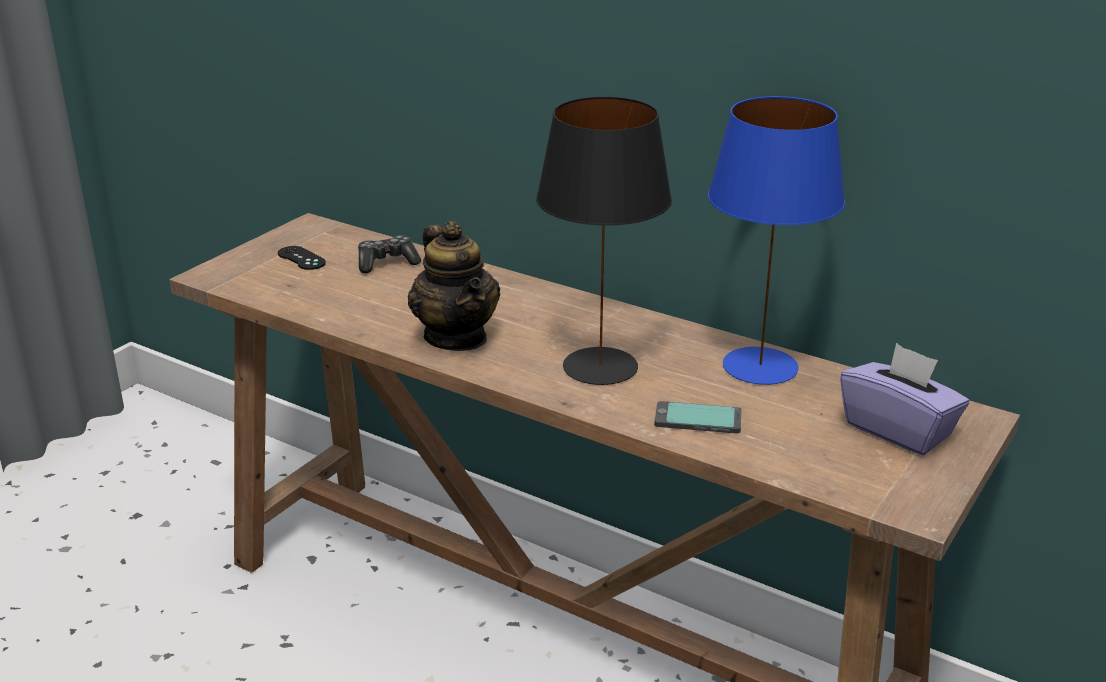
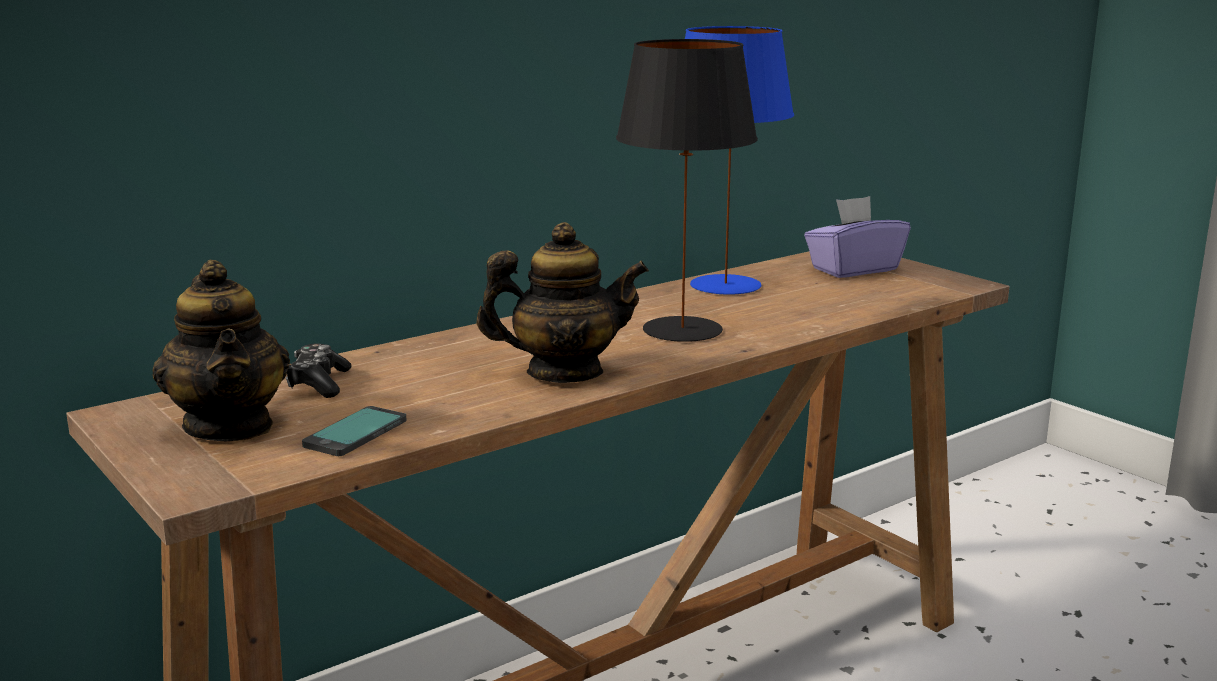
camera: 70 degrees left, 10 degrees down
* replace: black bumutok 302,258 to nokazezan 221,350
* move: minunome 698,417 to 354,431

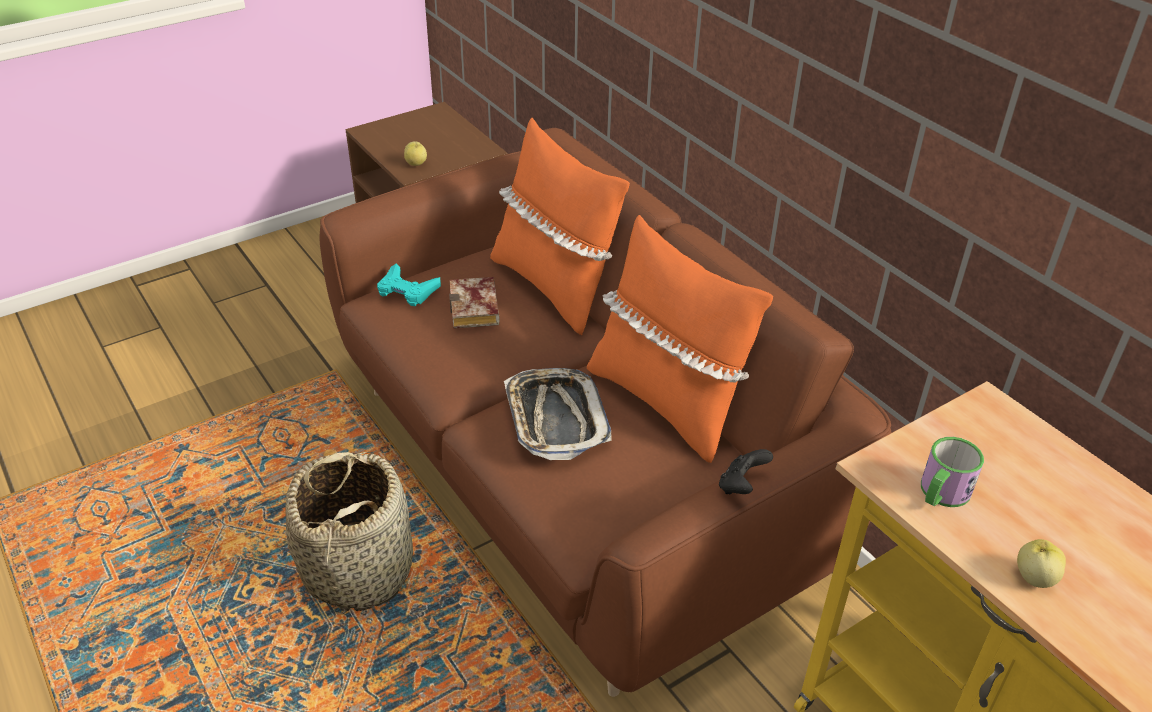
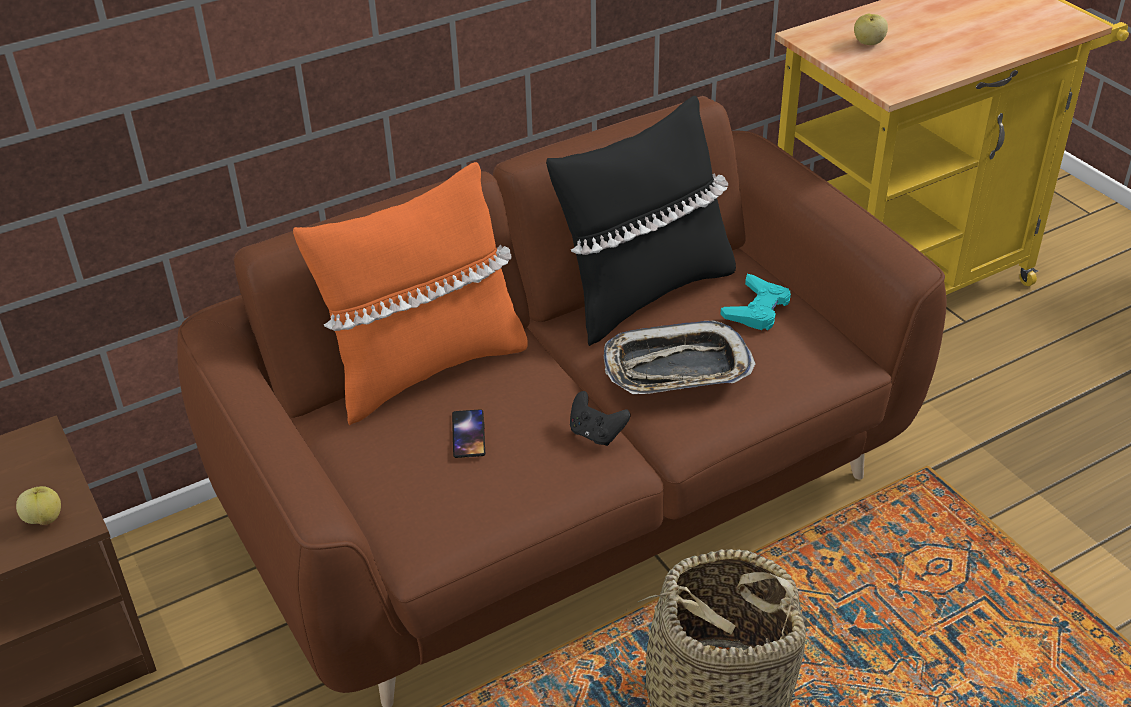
camera: 85 degrees left, 0 degrees up
* recolor: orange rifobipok 680,339 to black rifobipok 641,221
* move: turquoise bumutok 409,285 to 756,302
* replace: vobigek 474,303 to minunome 468,433
* delete: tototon 952,472
* move: black bumutok 746,471 to 600,418
* move: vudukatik 1041,563 to 871,29

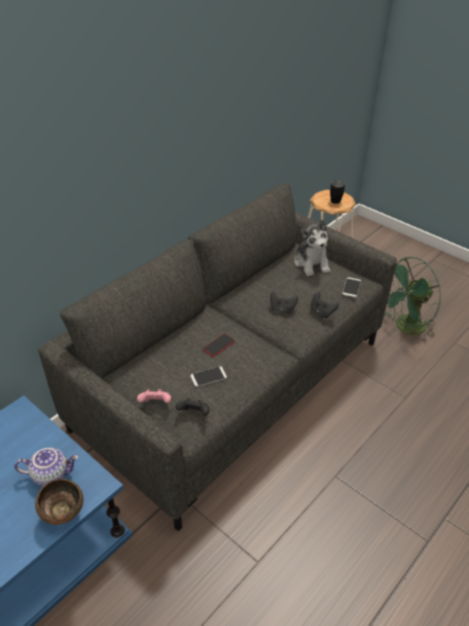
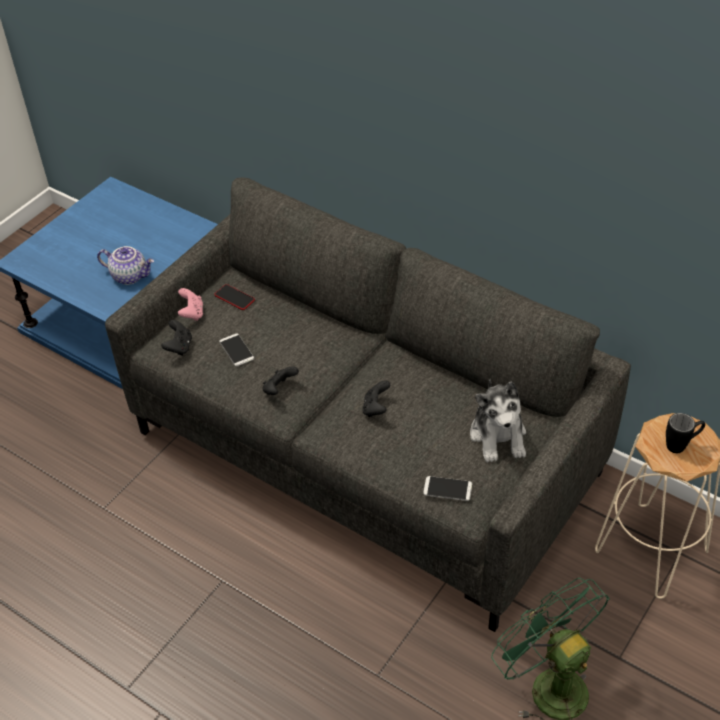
camera: 85 degrees right, 5 degrees up
* rotate: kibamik 312,247 = 498,420 75 degrees counterclockwise
* move: black bumutok 324,305 to 280,380
* move: minunome 219,345 to 234,297
* rotate: nokazezan 47,467 = 125,265 60 degrees counterclockwise
* delete: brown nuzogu 59,502

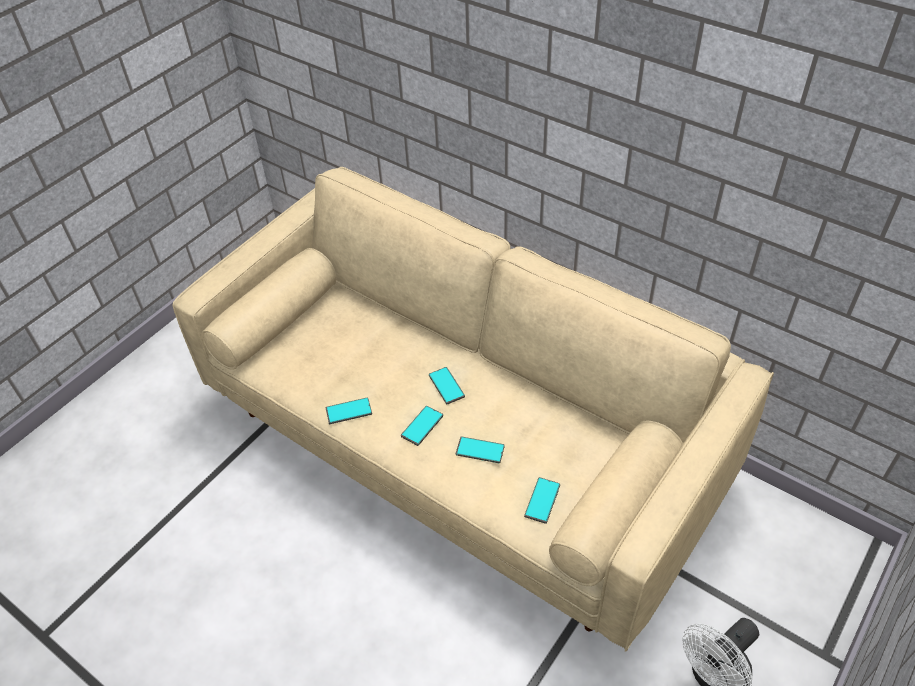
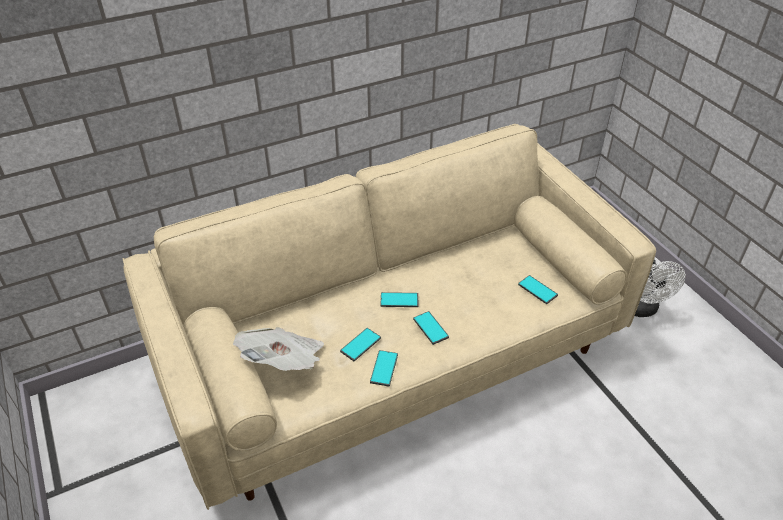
camera: 65 degrees left, 5 degrees down
* move: minunome 480,449 to 360,344
* insert: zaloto 278,349

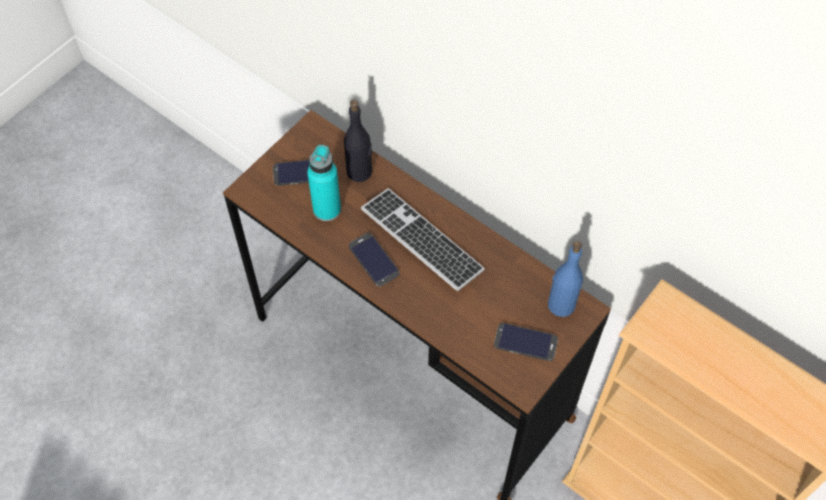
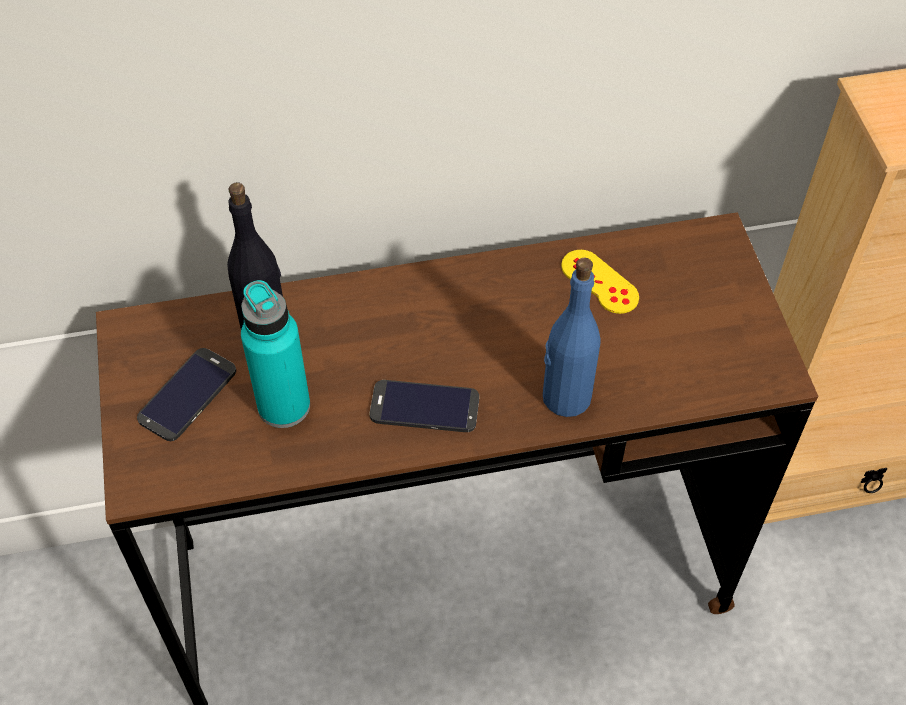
camera: 50 degrees left, 5 degrees down
* delete: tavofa 423,239
* move: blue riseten 565,279 to 572,337
* delete: minunome 526,342
* insert: yellow bumutok 600,282

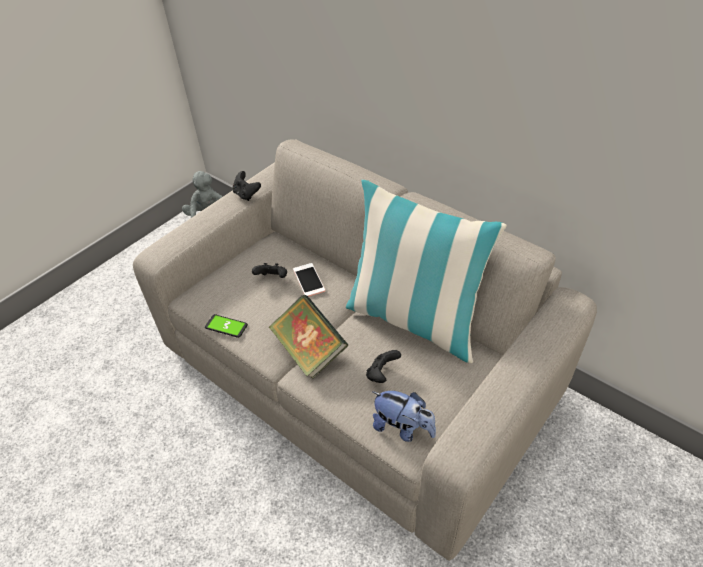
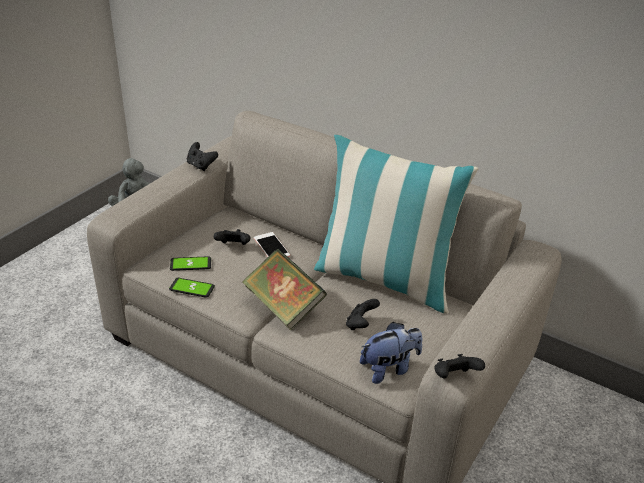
camera: 10 degrees left, 10 degrees down
* rotate: kibamik 404,416 = 391,353 45 degrees counterclockwise
* insert: minunome 190,263
* insert: black bumutok 459,366

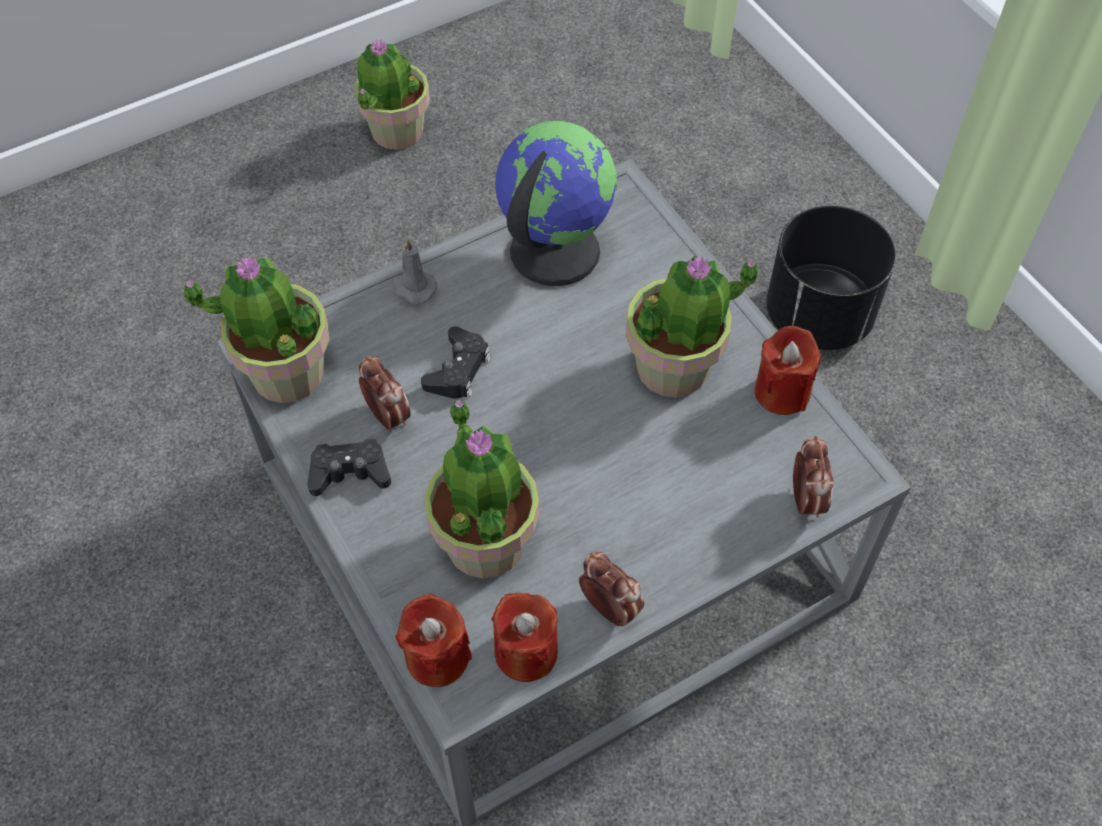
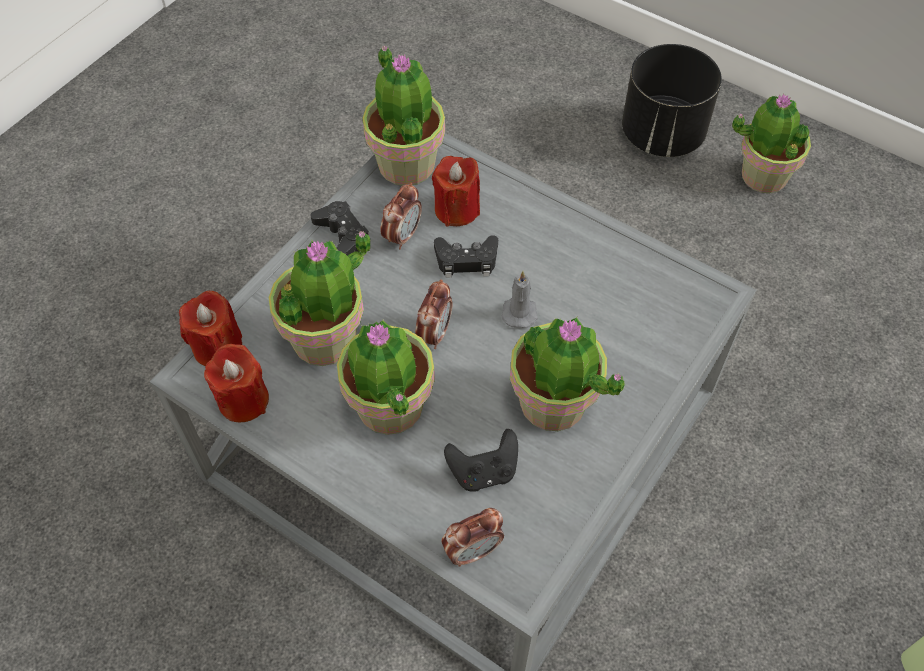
camera: 65 degrees right, 0 degrees up
* delete: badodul 556,203
* move: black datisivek 831,278 to 672,100
* move: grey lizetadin 414,270 to 520,299
* move: red lizetadin 787,370 to 456,191
* move: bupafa 611,589 to 434,314
* insert: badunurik 386,378
* insert: black bumutok 481,460

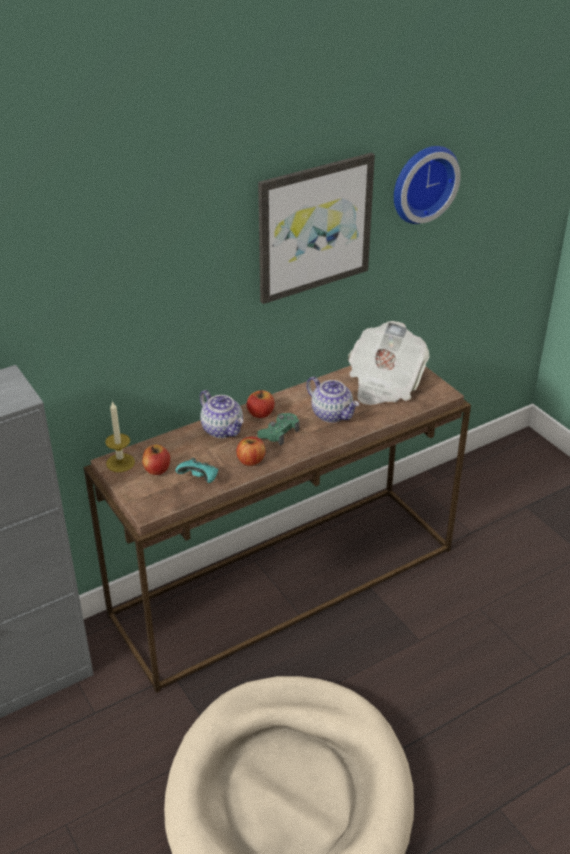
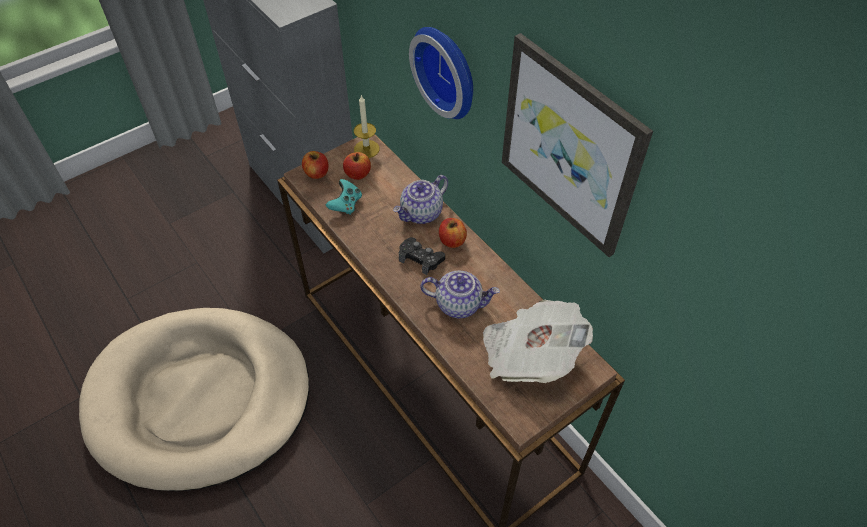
camera: 85 degrees right, 15 degrees up
* move: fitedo 427,185 to 441,73
* rotate: nokazezan 332,400 = 460,294 120 degrees counterclockwise
* recolor: green bumutok 279,429 to black bumutok 422,256
* move: vudukatik 251,451 to 315,165

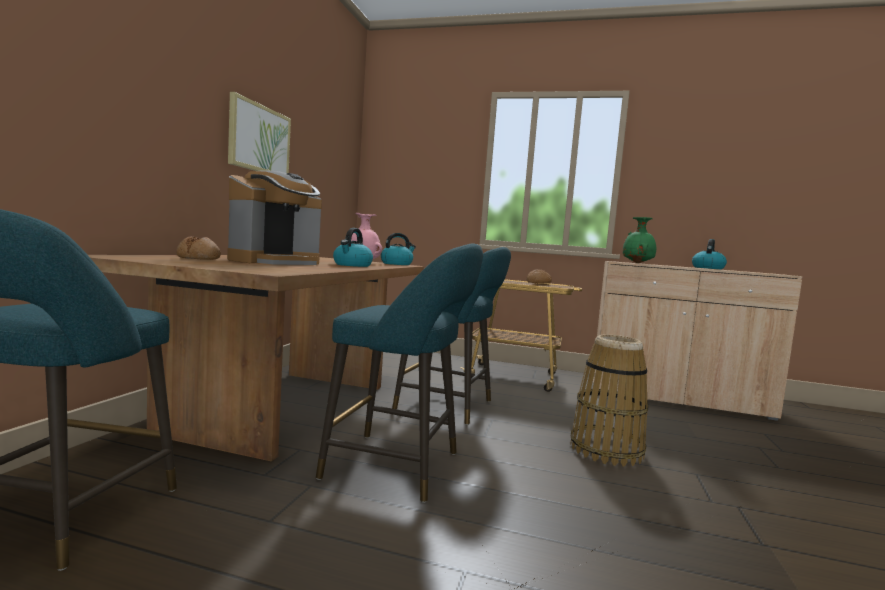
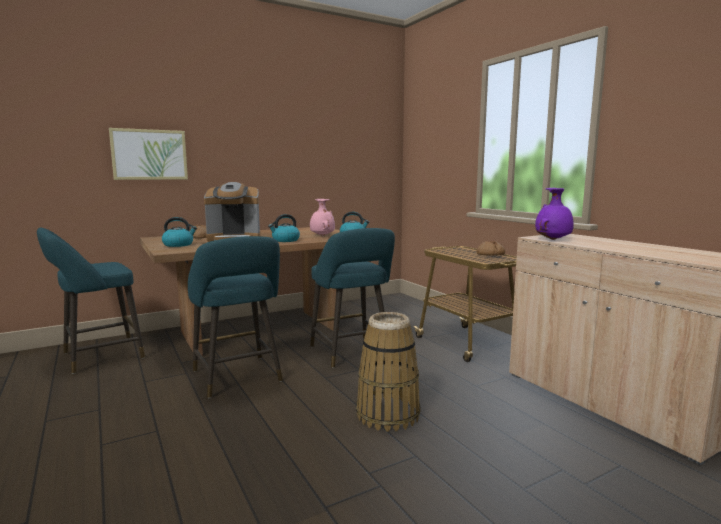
camera: 45 degrees right, 5 degrees up
* move: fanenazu 259,132 to 148,154
* recolor: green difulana 639,240 to purple difulana 554,214
* move: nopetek 709,254 to 179,232

